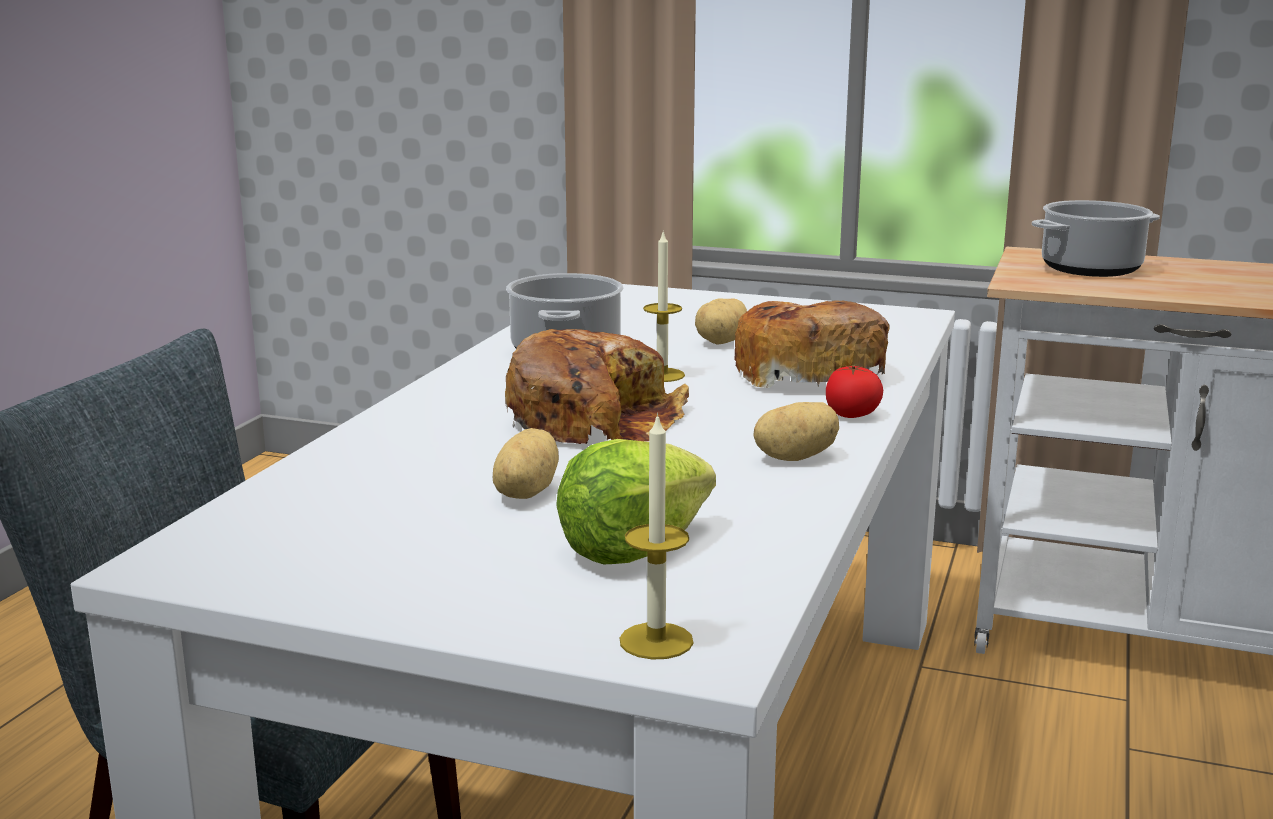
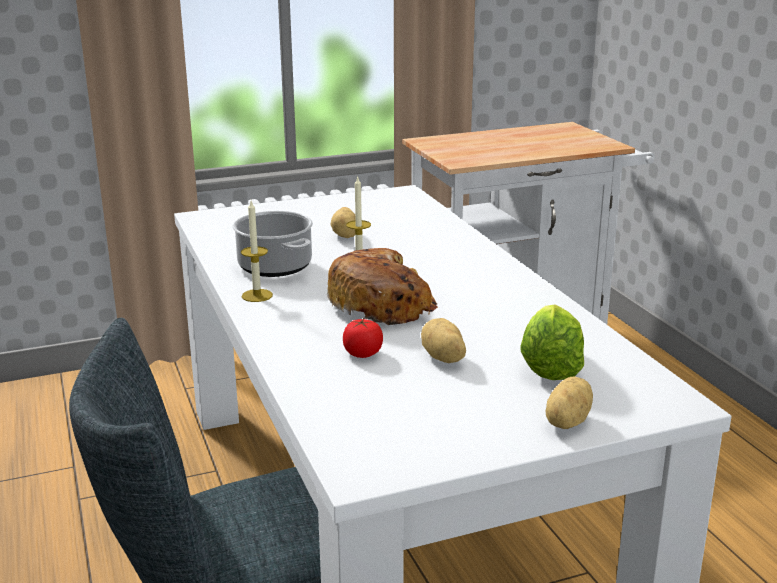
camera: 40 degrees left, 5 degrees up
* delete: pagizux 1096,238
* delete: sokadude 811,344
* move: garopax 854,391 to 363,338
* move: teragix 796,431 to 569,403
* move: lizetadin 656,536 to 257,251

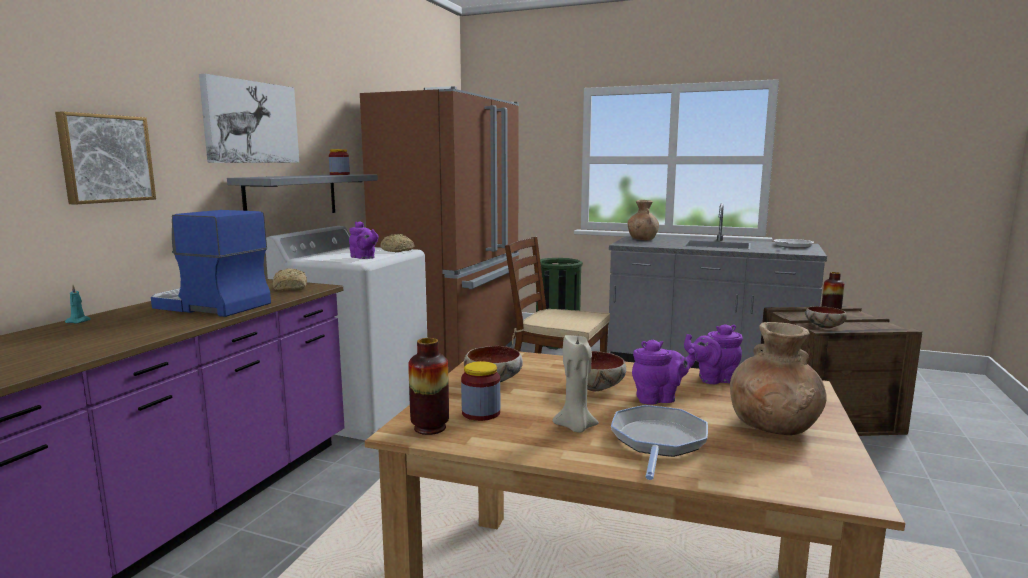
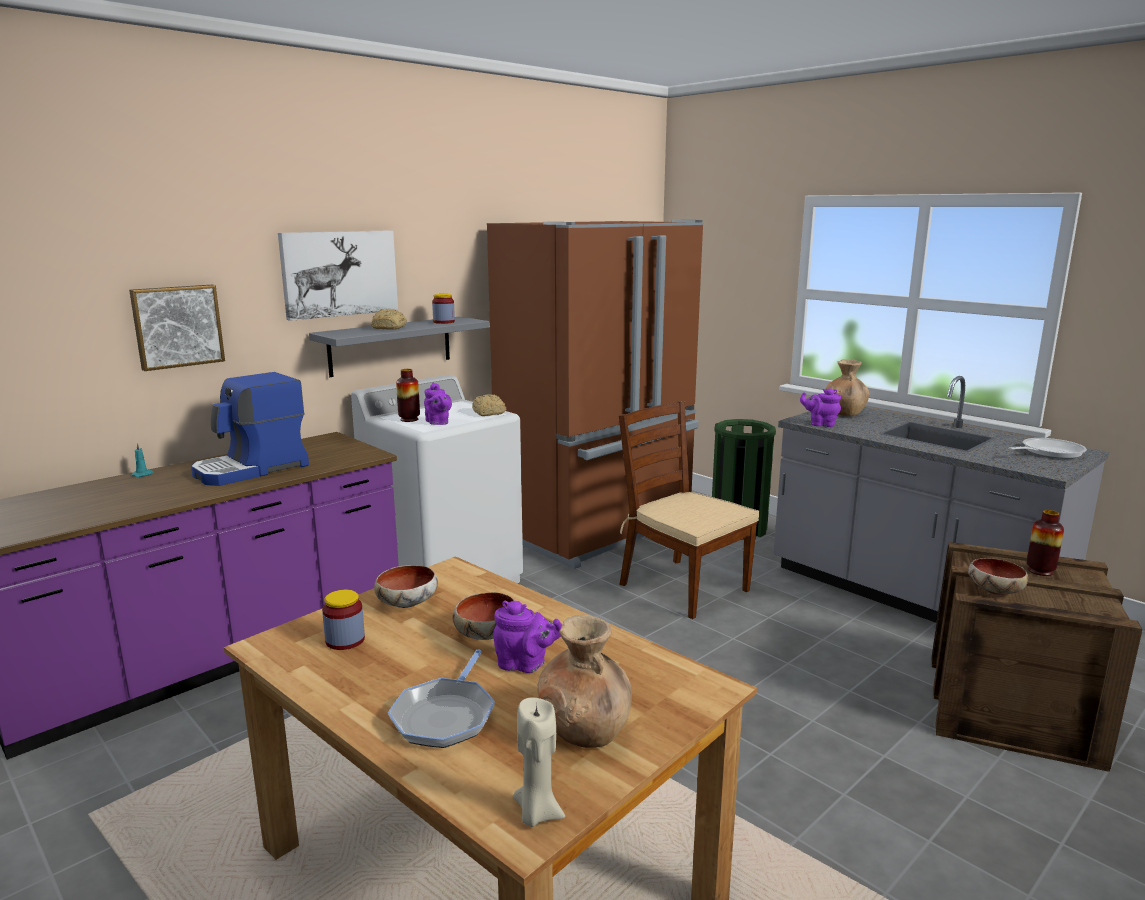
camera: 25 degrees right, 5 degrees up
* rotate: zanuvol 211,263 = 250,429 90 degrees counterclockwise
* move: sokadude 289,279 to 389,319
* move: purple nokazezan 713,354 to 820,407
* move: beige lizetadin 576,384 to 539,762
* move: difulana 428,386 to 408,395
* rotate: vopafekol 659,442 = 441,699 150 degrees clockwise

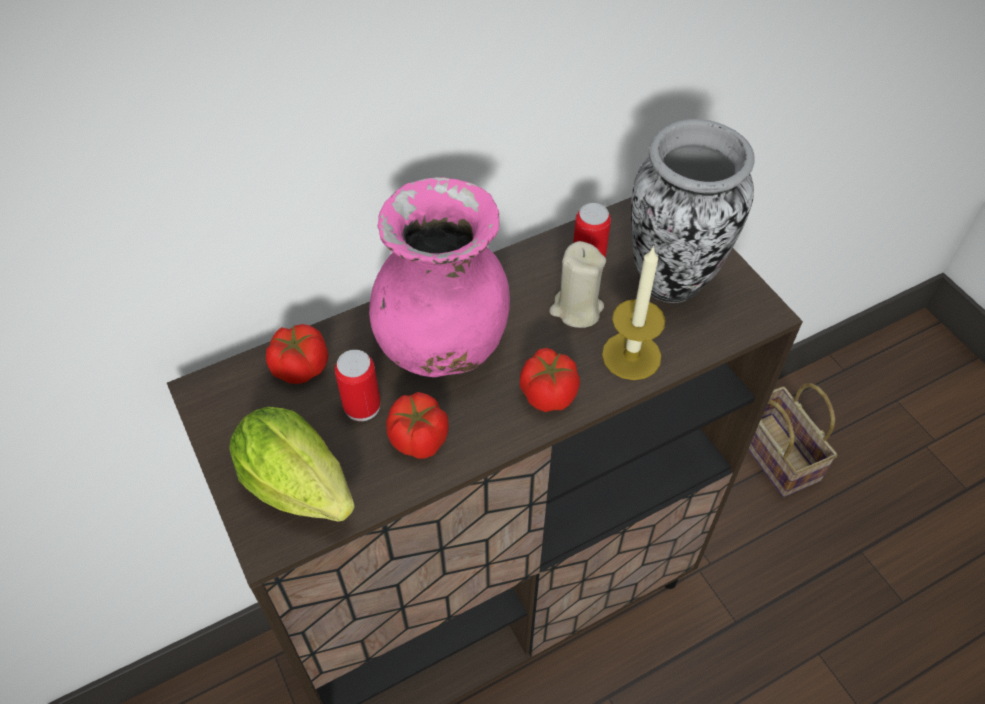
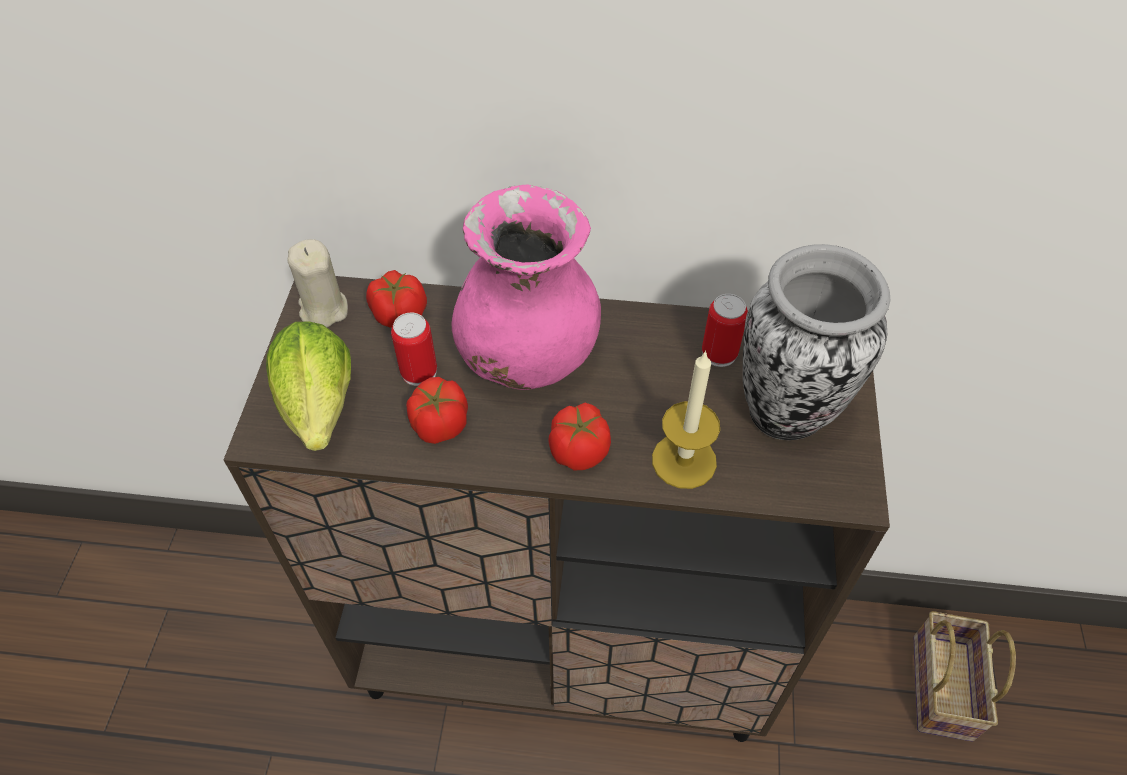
camera: 35 degrees right, 0 degrees up
* move: beige lizetadin 578,284 to 317,283

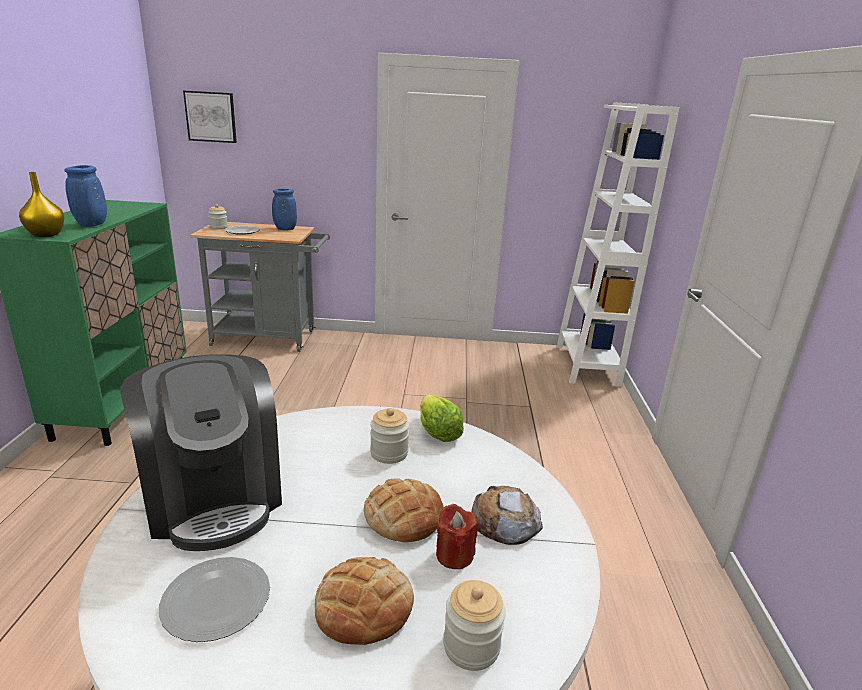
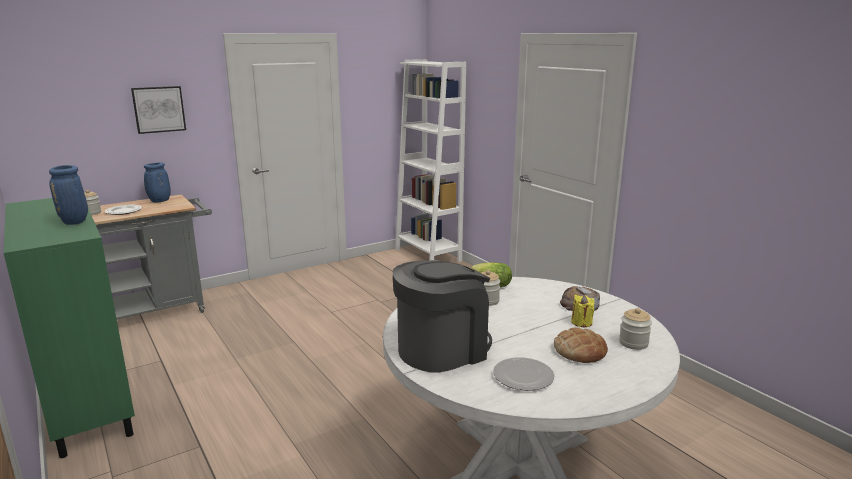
camera: 35 degrees left, 5 degrees down
* move: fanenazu 210,117 to 158,110
* delete: yellow difulana 41,204
* rotate: zanuvol 201,453 = 442,316 60 degrees counterclockwise
* delete: sokadude 404,510
* recolor: red lizetadin 457,536 to yellow lizetadin 583,311

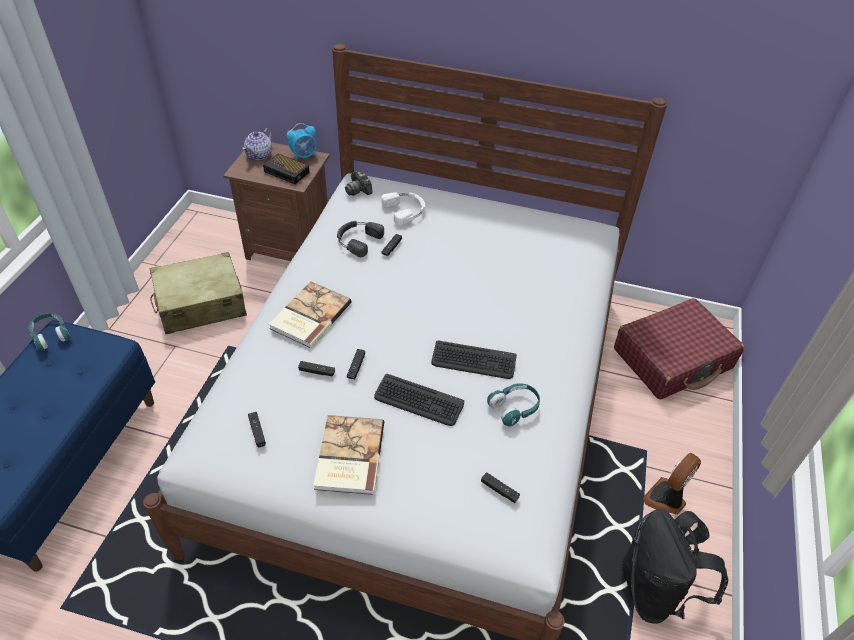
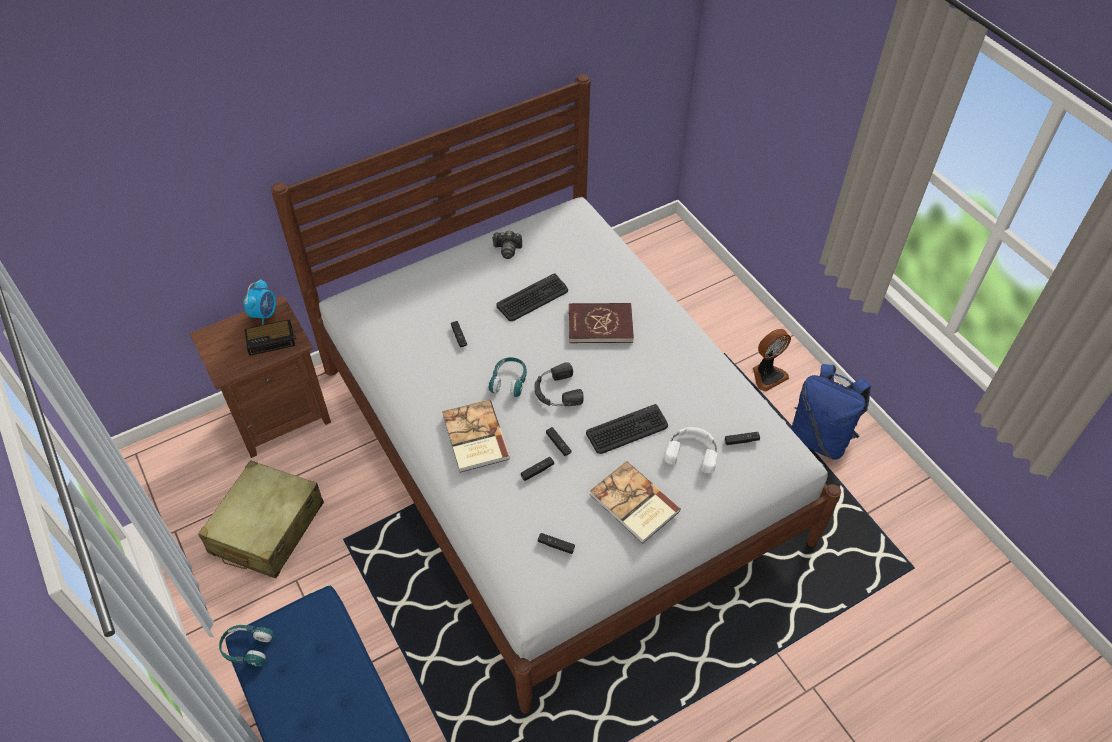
camera: 45 degrees left, 5 degrees up
* delete: nokazezan 257,144
* move: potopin 359,183 to 507,245
* move: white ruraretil 403,209 to 691,450
* move: black ruraretil 360,239 to 559,384
* delete: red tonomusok 679,348
* move: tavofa 474,360 to 532,297
* move: turquoise ruraretil 513,405 to 508,377
* rotate: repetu 672,484 = 772,360 120 degrees counterclockwise
* recolor: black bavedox 674,566 to blue bavedox 831,412
* insert: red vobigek 601,323

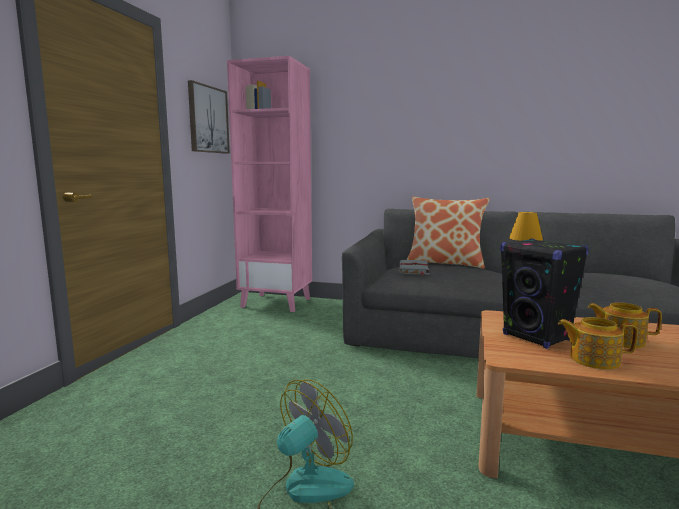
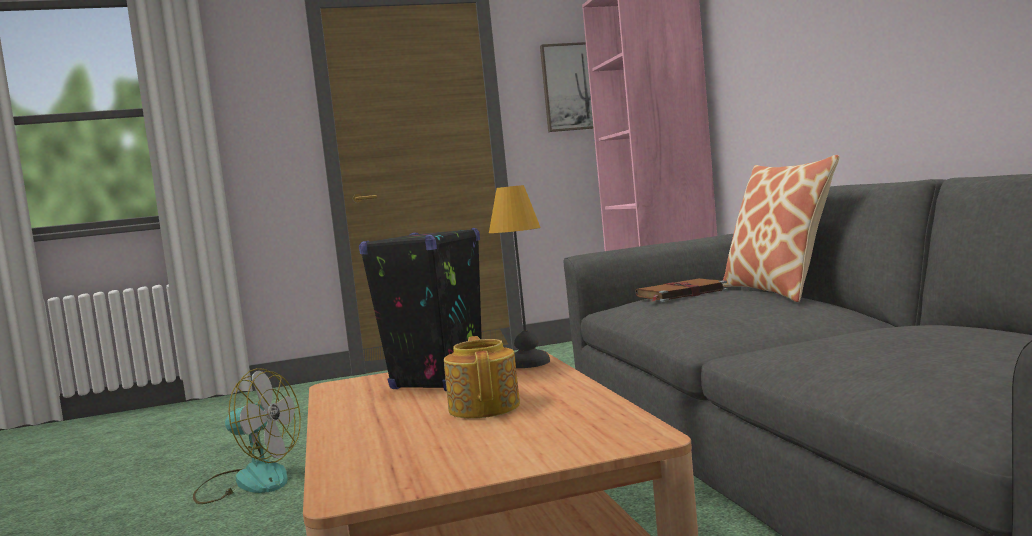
camera: 60 degrees right, 5 degrees down
* recolor: grey vobigek 414,267 to brown vobigek 681,290
* delete: nokazezan 598,343

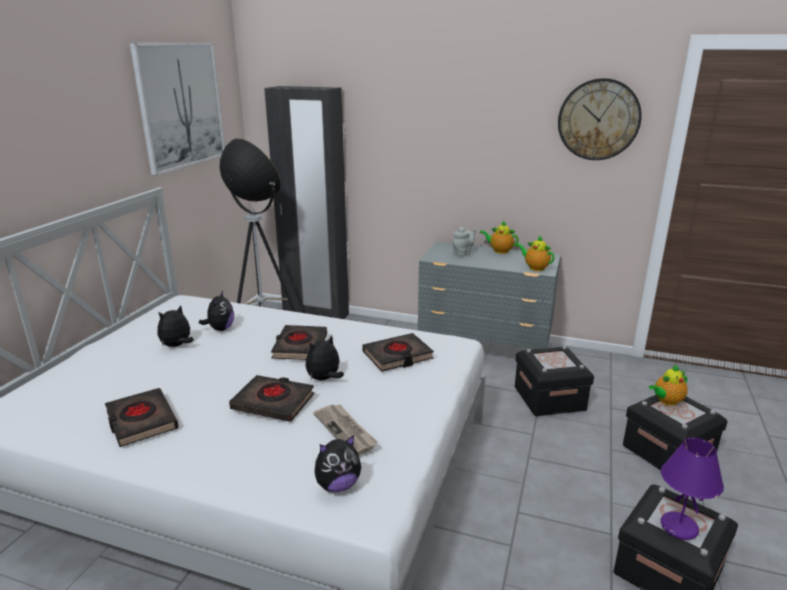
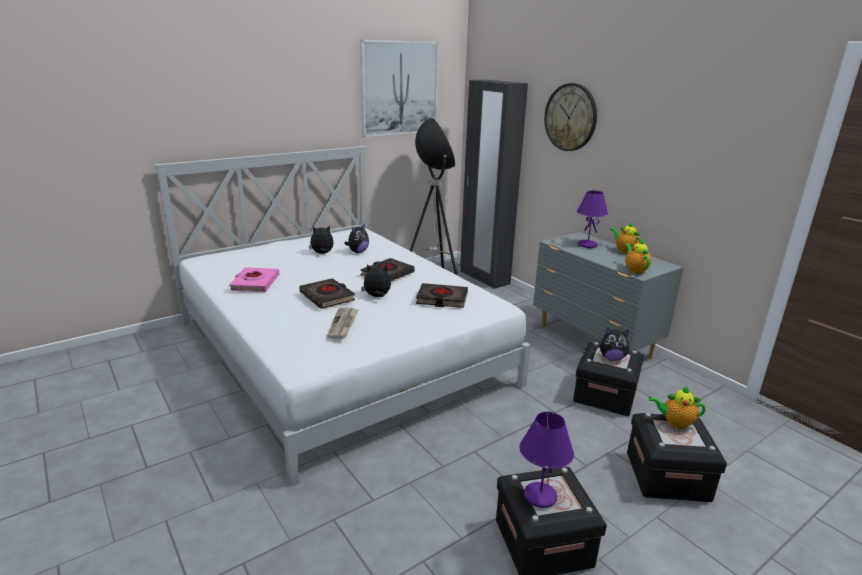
camera: 35 degrees right, 0 degrees up
* move: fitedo 600,119 to 570,117
* replace: grey nokazezan 464,242 to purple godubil 592,219
* recolor: black vobigek 142,417 to pink vobigek 254,279
* move: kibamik 338,463 to 615,344

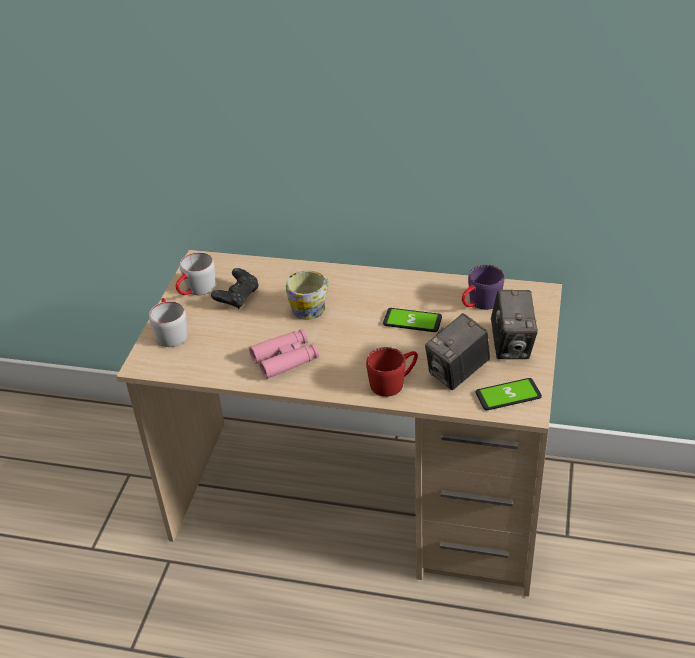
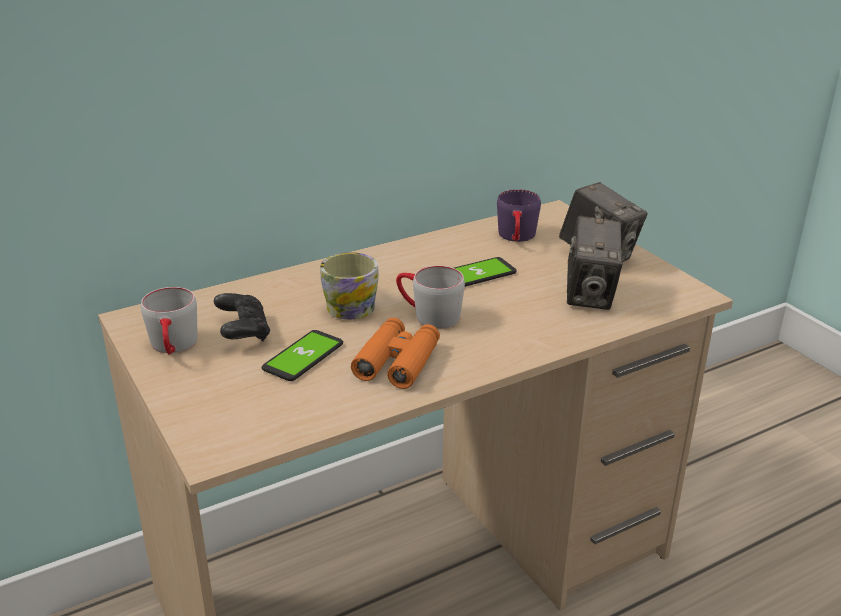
camera: 45 degrees left, 10 degrees down
* move: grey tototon 168,322 to 430,297
* recolor: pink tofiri 284,354 to orange tofiri 395,353
* delete: red tototon 392,372
* move: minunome 508,394 to 302,355

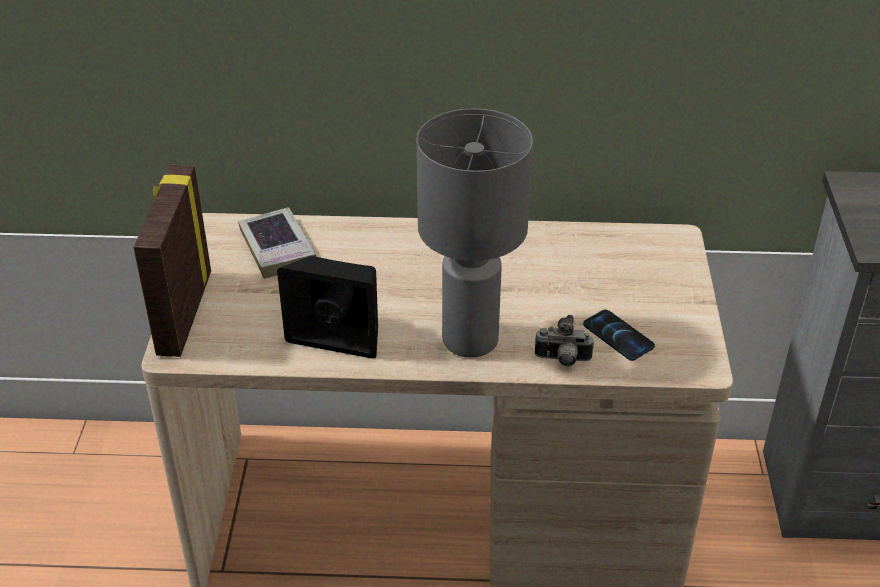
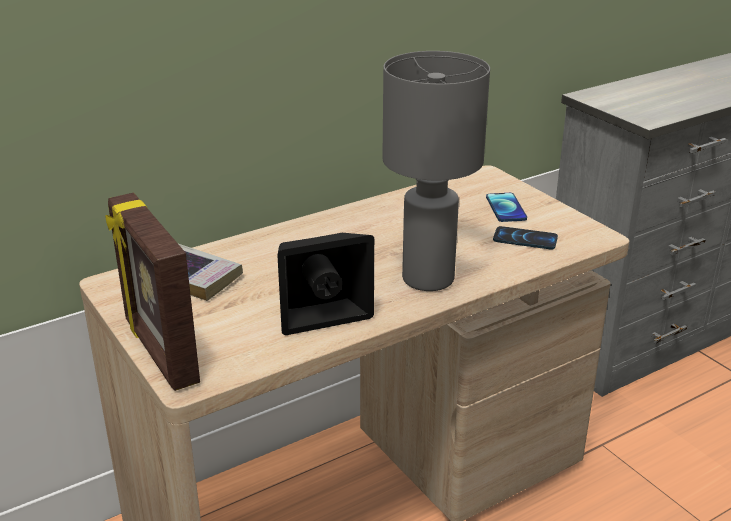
camera: 35 degrees left, 10 degrees down
* delete: potopin 564,340
* insert: minunome 506,207

